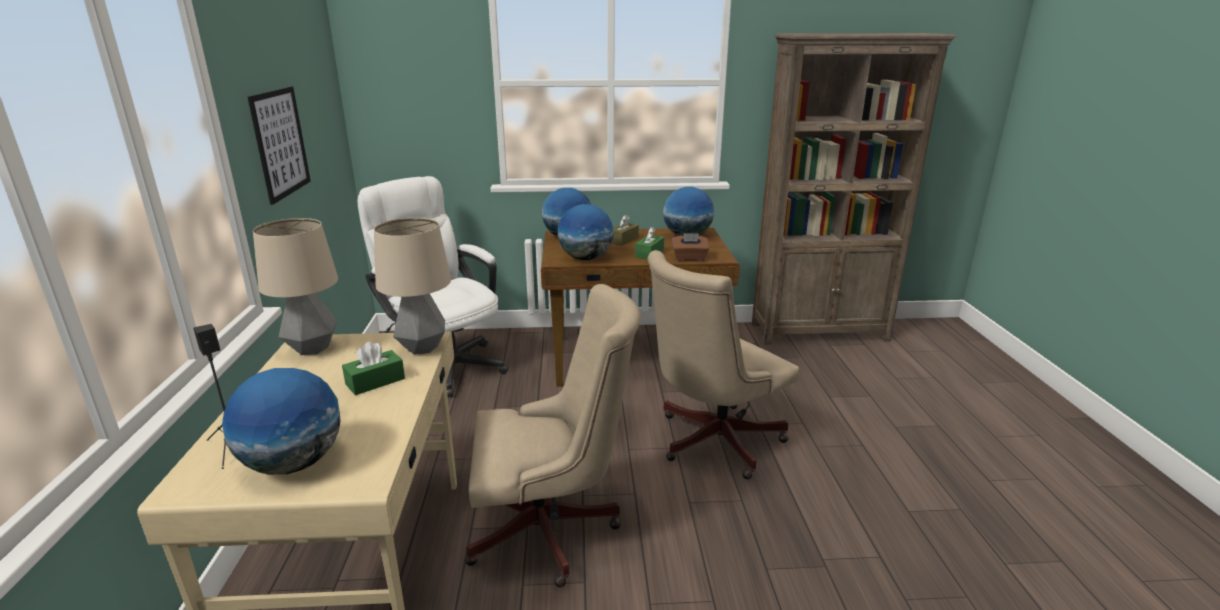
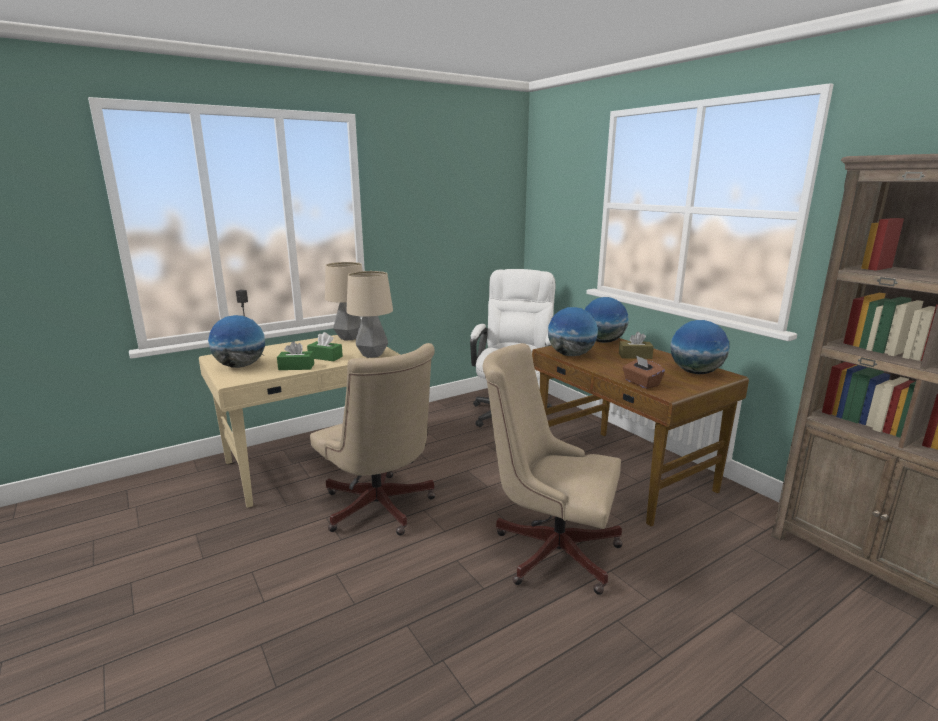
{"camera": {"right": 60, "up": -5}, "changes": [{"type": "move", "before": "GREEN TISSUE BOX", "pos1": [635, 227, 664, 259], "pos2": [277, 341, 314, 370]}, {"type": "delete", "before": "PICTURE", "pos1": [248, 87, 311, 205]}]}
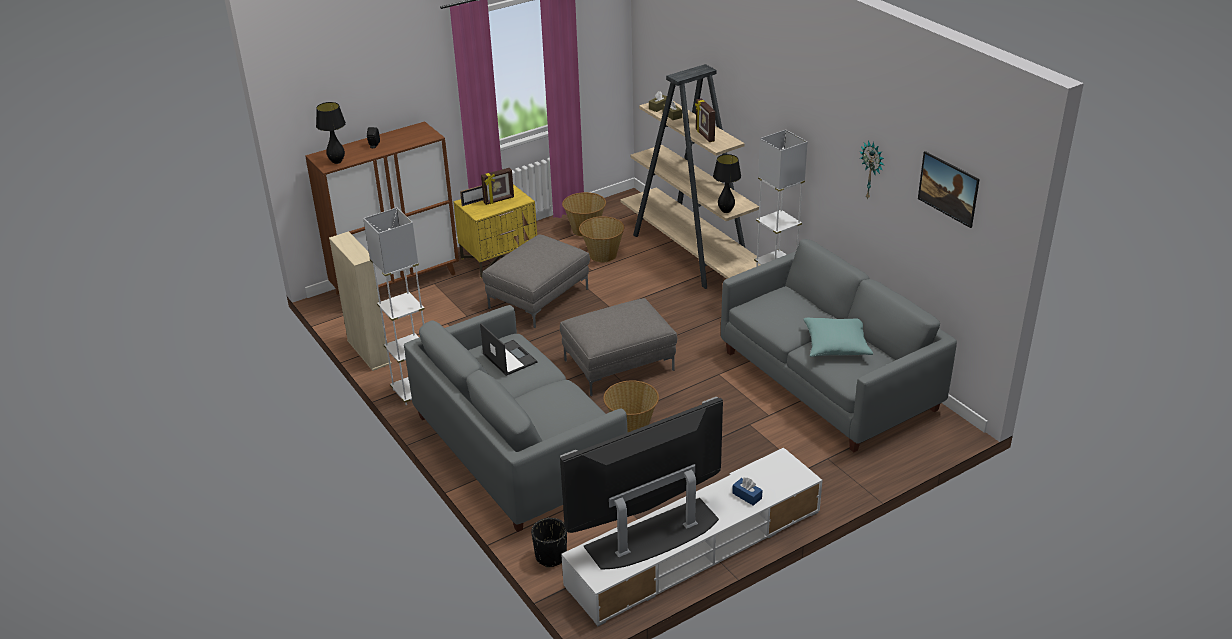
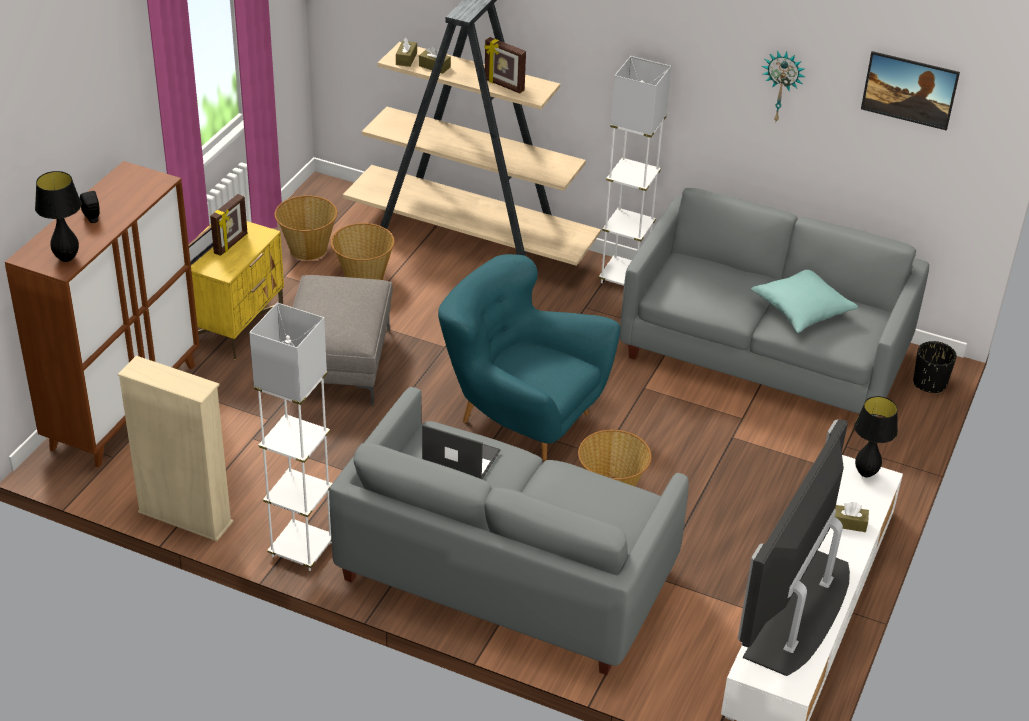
{"camera": {"right": -35, "up": 5}, "changes": [{"type": "replace", "before": "GREY OTTOMAN", "after": "TURQUOISE ARMCHAIR", "pos1": [560, 298, 677, 396], "pos2": [438, 254, 620, 461]}, {"type": "recolor", "before": "BLUE TISSUE BOX", "after": "BROWN TISSUE BOX", "pos1": [732, 478, 763, 506], "pos2": [835, 502, 869, 532]}, {"type": "move", "before": "BLACK TABLE LAMP", "pos1": [713, 154, 741, 213], "pos2": [854, 396, 898, 478]}, {"type": "move", "before": "BLACK PLANTER", "pos1": [531, 518, 567, 568], "pos2": [913, 341, 957, 394]}]}
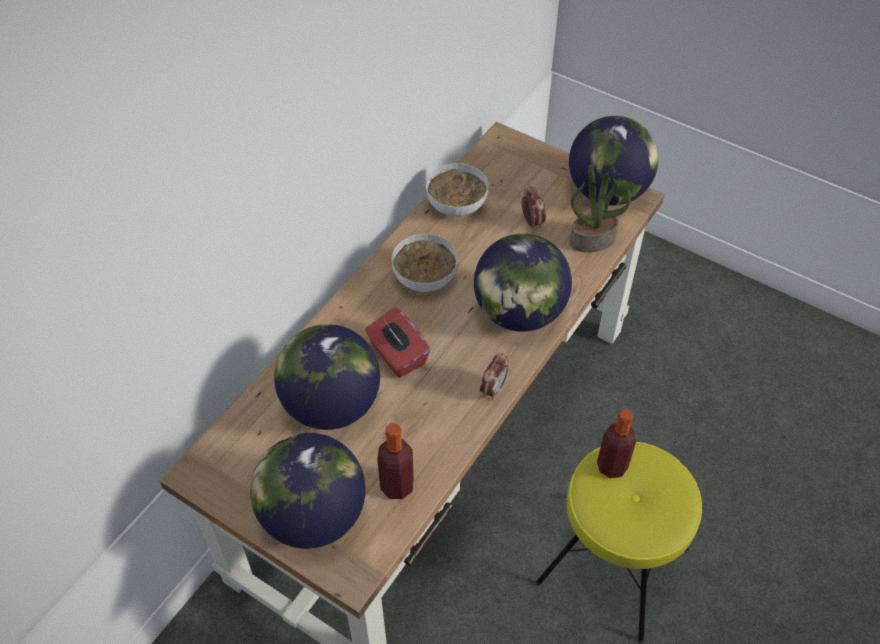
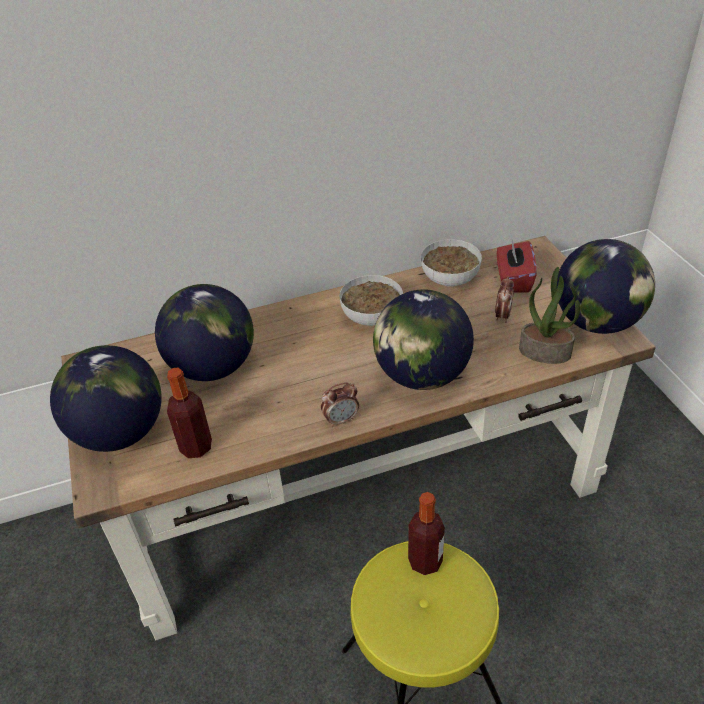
{"camera": {"right": 40, "up": -10}, "changes": [{"type": "move", "before": "RED TISSUE BOX", "pos1": [365, 307, 430, 378], "pos2": [497, 240, 537, 293]}]}
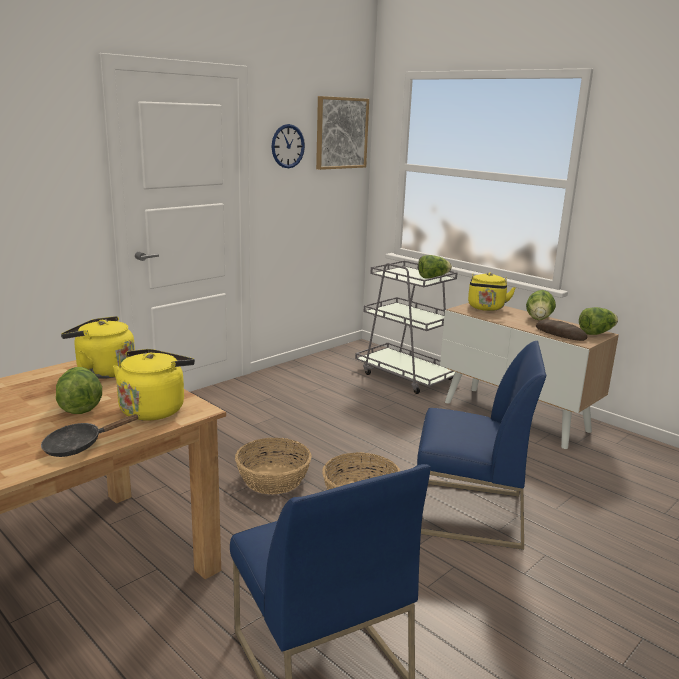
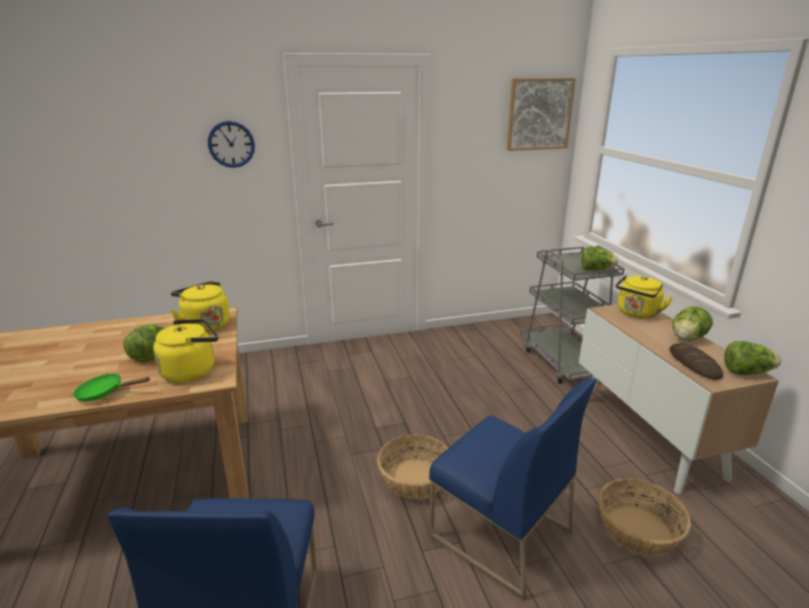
{"camera": {"right": 30, "up": 5}, "changes": [{"type": "recolor", "before": "BLACK FRYING PAN", "after": "GREEN FRYING PAN", "pos1": [41, 414, 138, 457], "pos2": [73, 374, 151, 401]}, {"type": "move", "before": "WALL CLOCK", "pos1": [271, 124, 305, 168], "pos2": [208, 121, 255, 168]}, {"type": "move", "before": "BASKET", "pos1": [235, 438, 312, 495], "pos2": [598, 478, 691, 557]}]}
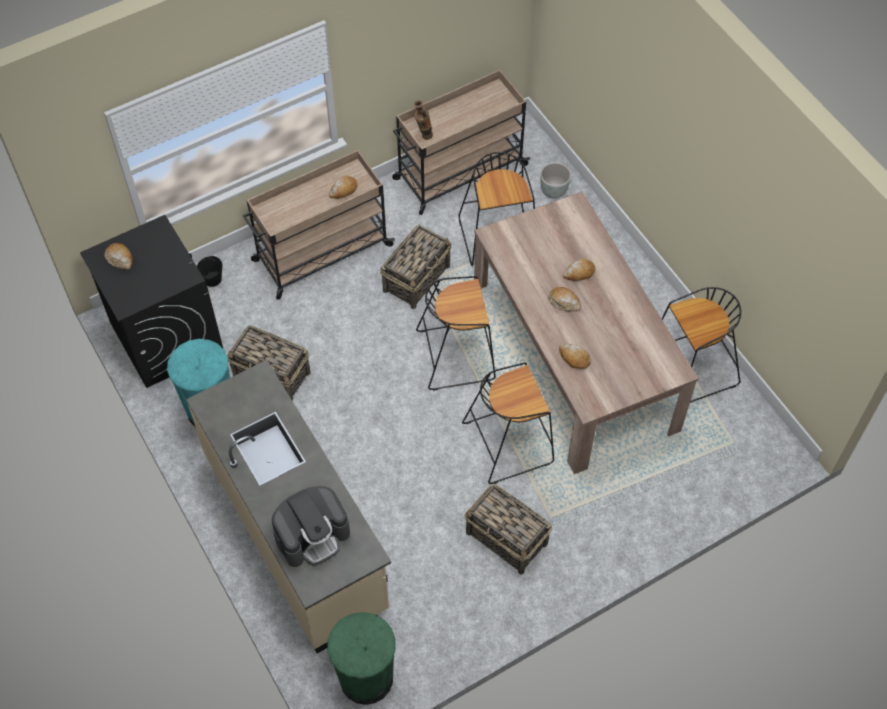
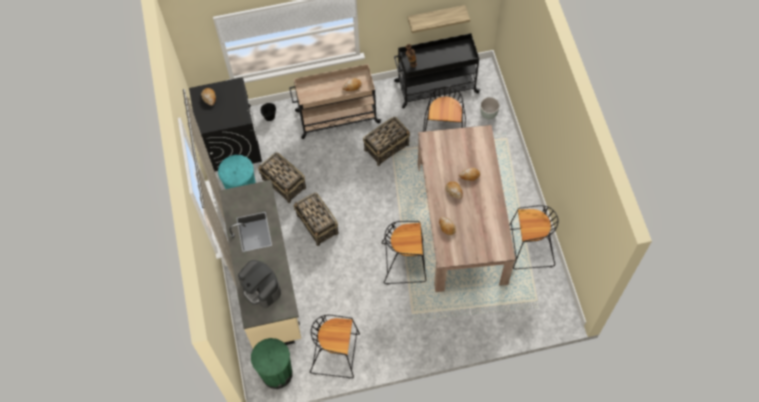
{"camera": {"right": 20, "up": 5}, "changes": [{"type": "rotate", "before": "COFFEE MACHINE", "pos1": [272, 486, 350, 567], "pos2": [238, 260, 281, 308], "turn": 60}, {"type": "move", "before": "BASKET", "pos1": [464, 484, 552, 575], "pos2": [293, 192, 338, 246]}, {"type": "move", "before": "BLACK STOOL", "pos1": [416, 276, 496, 391], "pos2": [310, 315, 360, 379]}, {"type": "recolor", "before": "BEIGE CART", "after": "BLACK CART", "pos1": [392, 70, 530, 215], "pos2": [394, 33, 481, 109]}, {"type": "insert", "after": "SHELF", "pos2": [407, 5, 470, 33]}]}
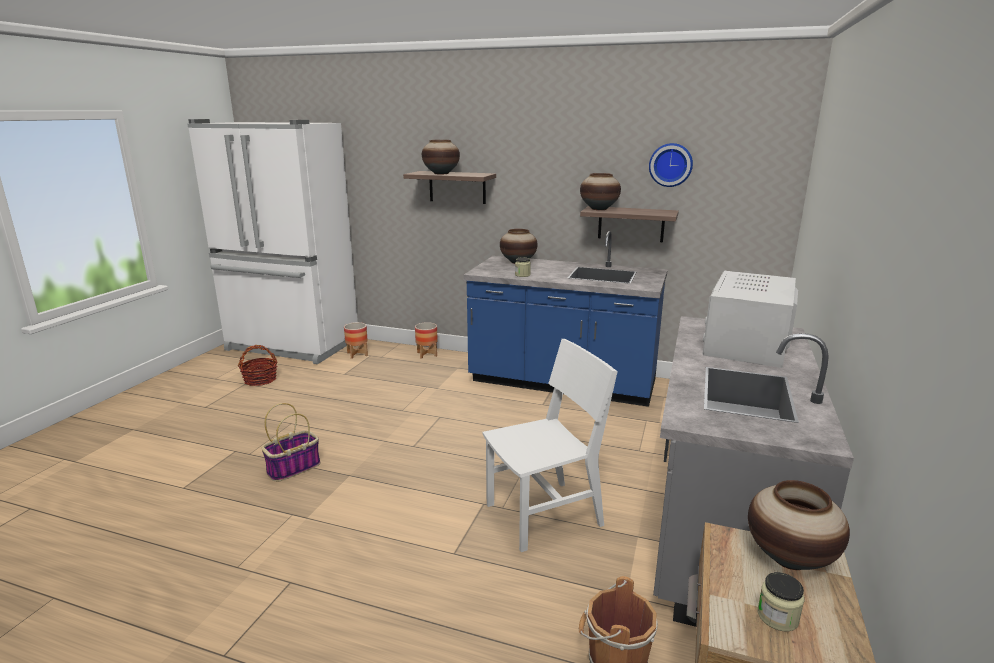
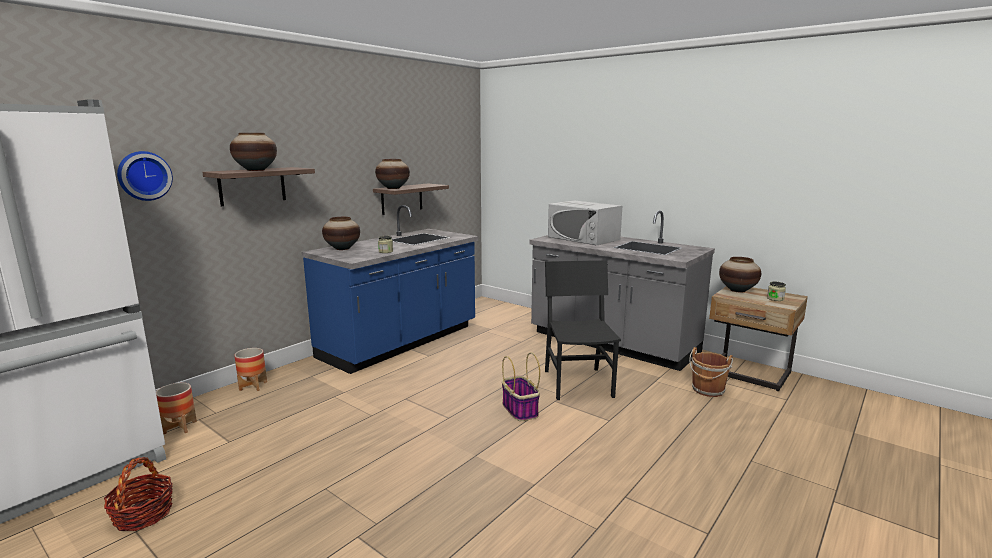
{"camera": {"right": -70, "up": -5}, "changes": [{"type": "move", "before": "WALL CLOCK", "pos1": [649, 143, 693, 187], "pos2": [117, 151, 173, 201]}, {"type": "move", "before": "BASKET", "pos1": [262, 403, 320, 482], "pos2": [502, 352, 540, 421]}, {"type": "recolor", "before": "WHITE CHAIR", "after": "BLACK CHAIR", "pos1": [482, 339, 618, 552], "pos2": [545, 260, 621, 400]}]}
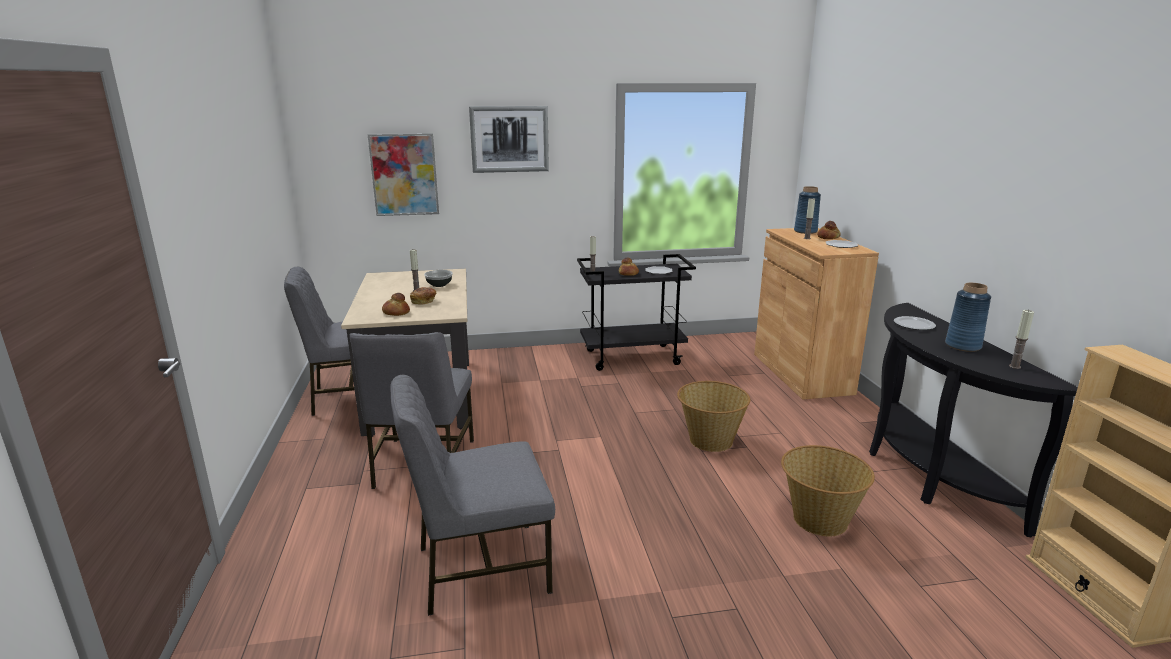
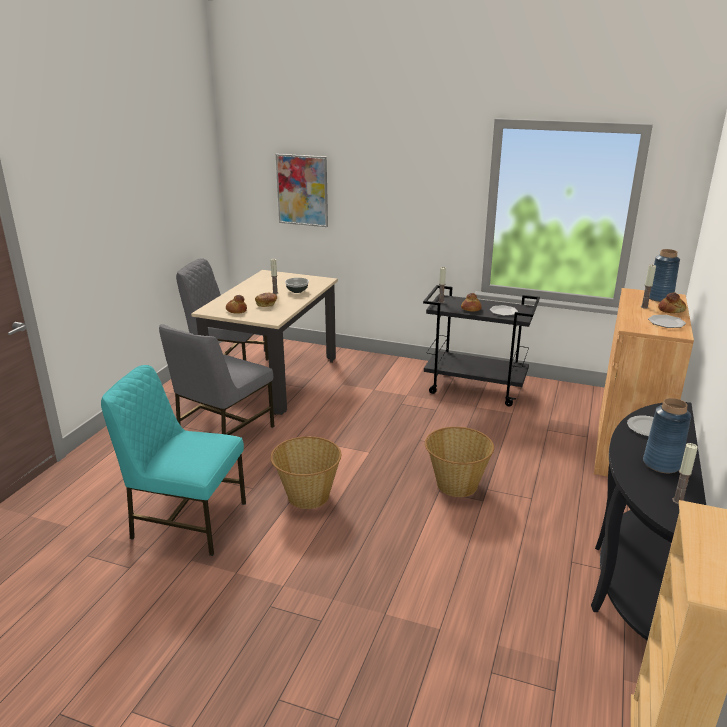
{"camera": {"right": 30, "up": 5}, "changes": [{"type": "recolor", "before": "GREY CHAIR", "after": "TURQUOISE CHAIR", "pos1": [390, 375, 555, 616], "pos2": [101, 365, 246, 556]}, {"type": "move", "before": "BASKET", "pos1": [781, 445, 875, 536], "pos2": [270, 436, 341, 509]}, {"type": "delete", "before": "PICTURE", "pos1": [469, 106, 549, 173]}]}
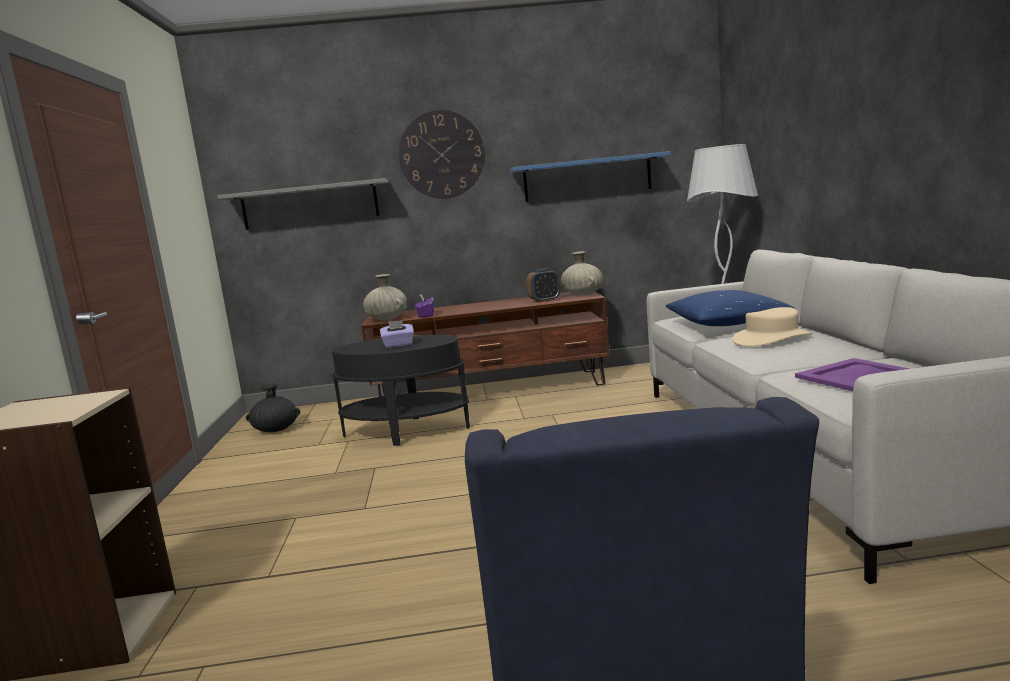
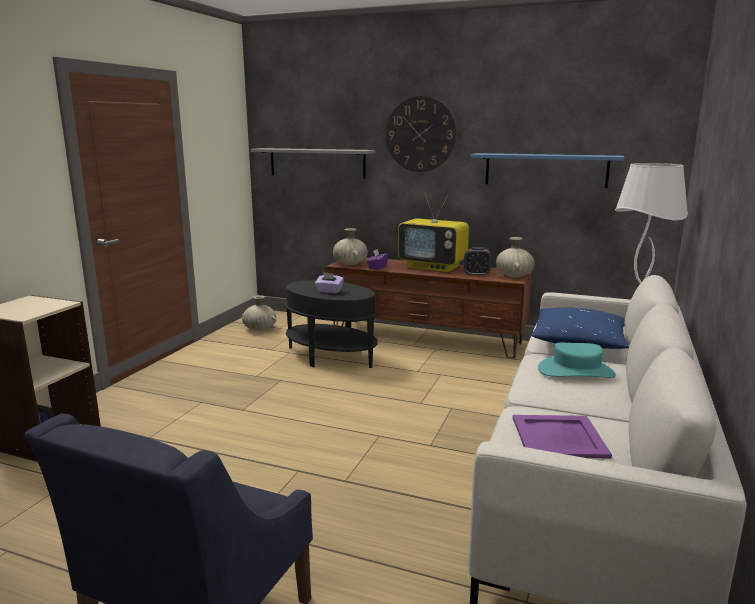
{"camera": {"right": 25, "up": 5}, "changes": [{"type": "recolor", "before": "BLACK VASE", "after": "BEIGE VASE", "pos1": [246, 384, 300, 432], "pos2": [242, 295, 276, 331]}, {"type": "insert", "after": "TELEVISION", "pos2": [398, 194, 469, 272]}, {"type": "recolor", "before": "BEIGE HAT", "after": "TURQUOISE HAT", "pos1": [732, 307, 813, 346], "pos2": [538, 343, 616, 378]}]}
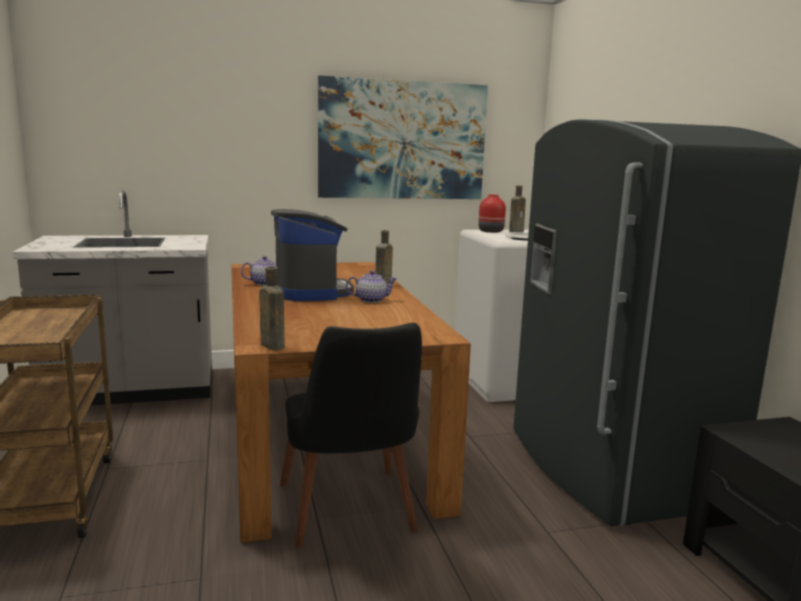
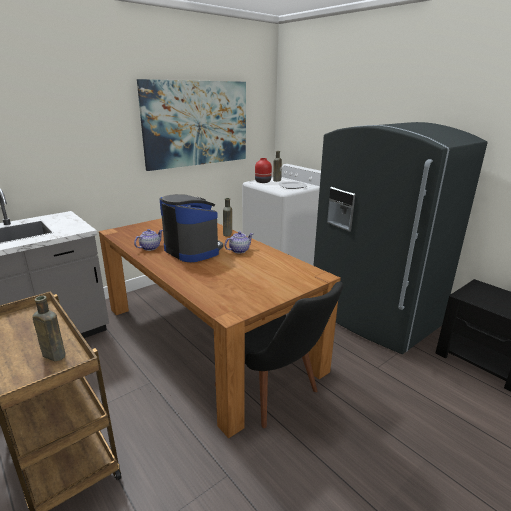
{"camera": {"right": -25, "up": 10}, "changes": [{"type": "move", "before": "BROWN BOTTLE", "pos1": [259, 266, 285, 350], "pos2": [32, 296, 65, 361]}]}
